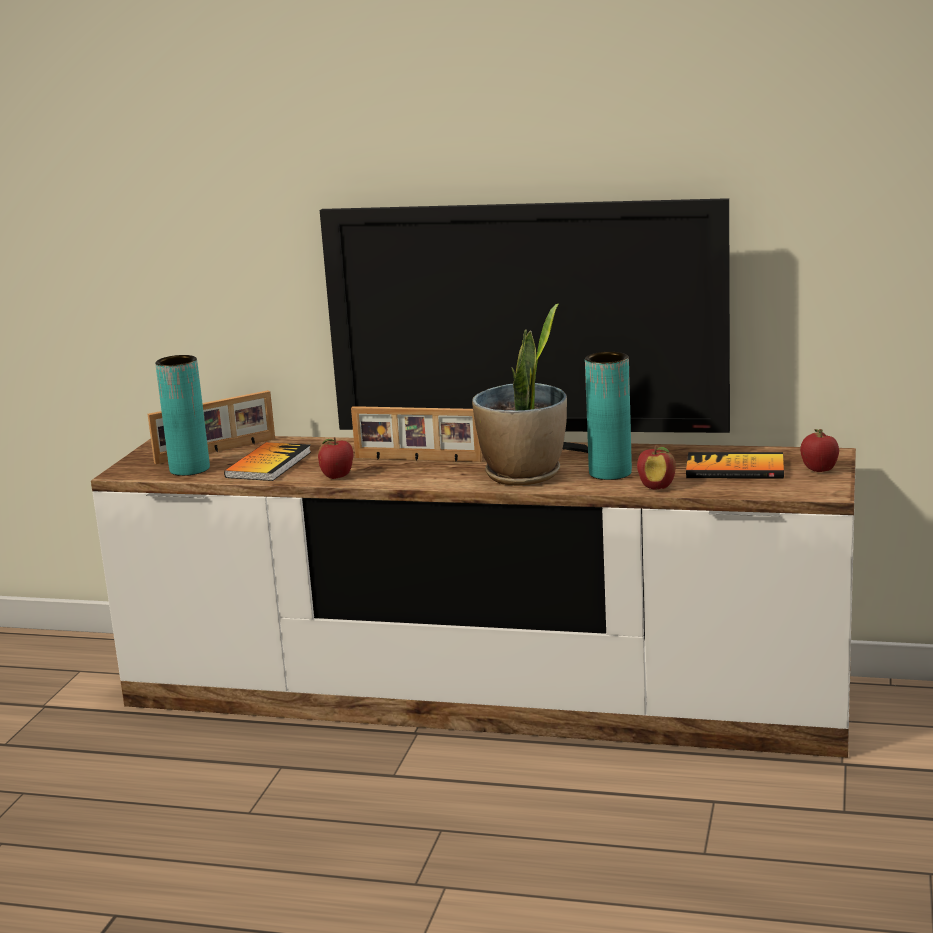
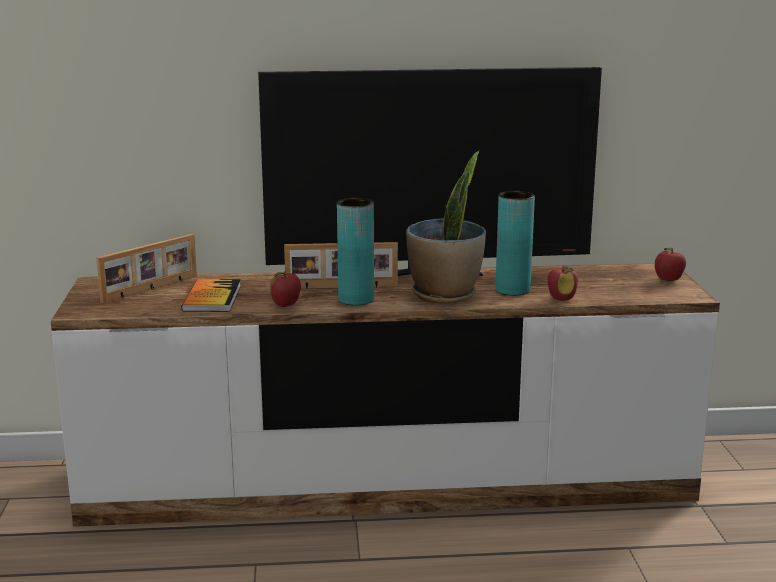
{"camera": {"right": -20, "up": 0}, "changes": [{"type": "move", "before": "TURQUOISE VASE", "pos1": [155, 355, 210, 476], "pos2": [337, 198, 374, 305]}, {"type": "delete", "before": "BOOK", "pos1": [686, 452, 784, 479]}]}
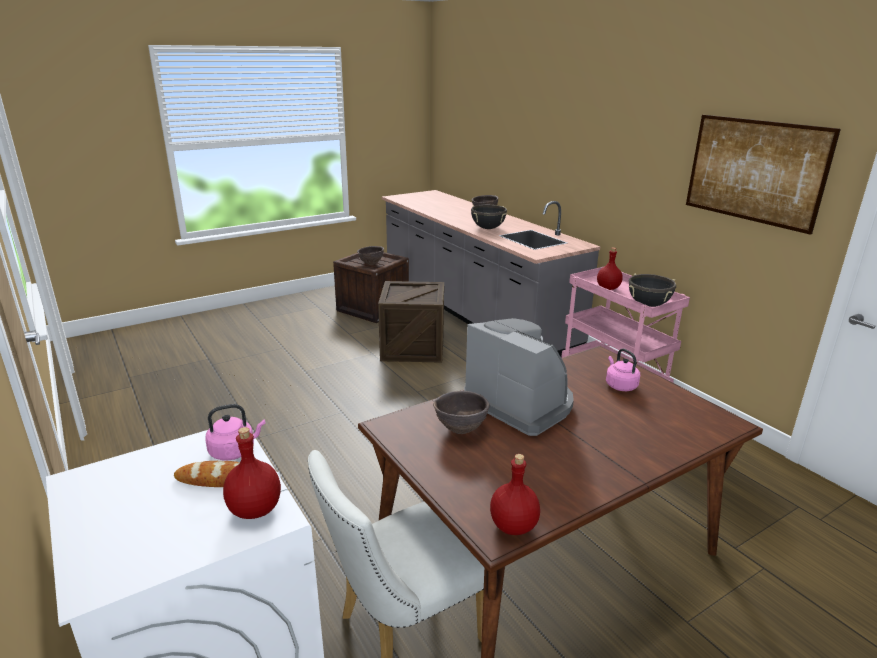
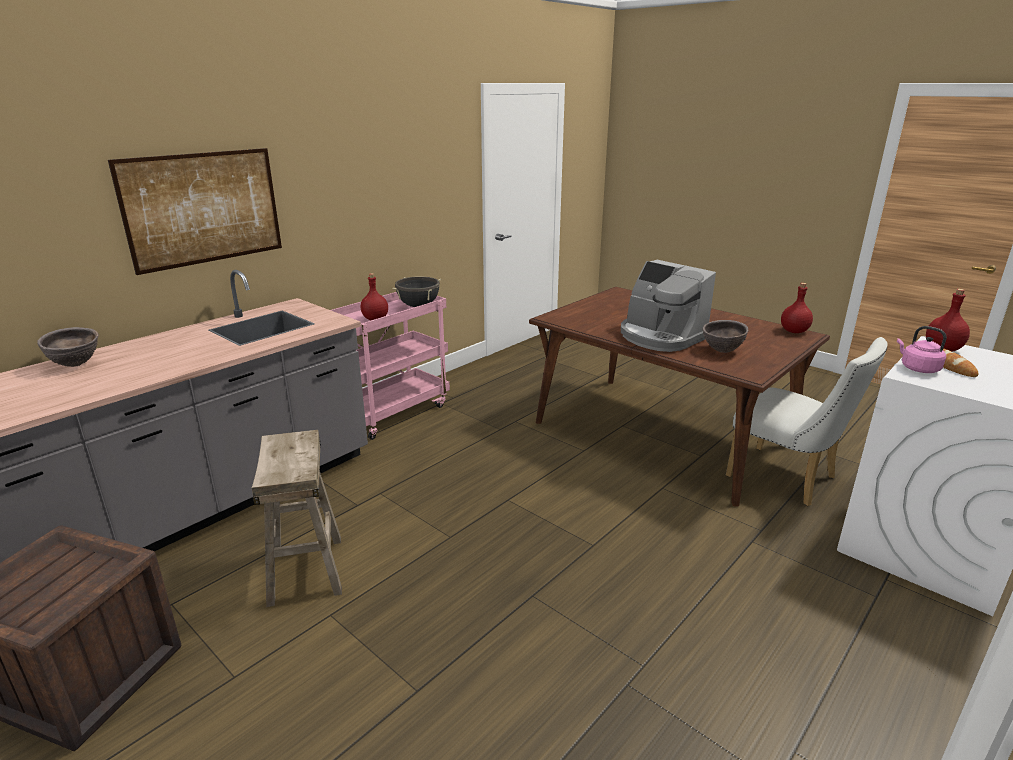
{"camera": {"right": -105, "up": 0}, "changes": [{"type": "move", "before": "PICTURE", "pos1": [686, 115, 841, 235], "pos2": [108, 148, 282, 275]}, {"type": "replace", "before": "CRATE", "after": "BEIGE STOOL", "pos1": [378, 281, 444, 363], "pos2": [252, 430, 342, 607]}, {"type": "rotate", "before": "COFFEE MACHINE", "pos1": [464, 318, 574, 436], "pos2": [621, 260, 716, 352], "turn": -75}, {"type": "delete", "before": "BROWN BOWL", "pos1": [357, 246, 384, 265]}, {"type": "delete", "before": "BLACK COOKING POT", "pos1": [471, 205, 507, 229]}, {"type": "delete", "before": "PINK KETTLE", "pos1": [606, 348, 640, 391]}]}
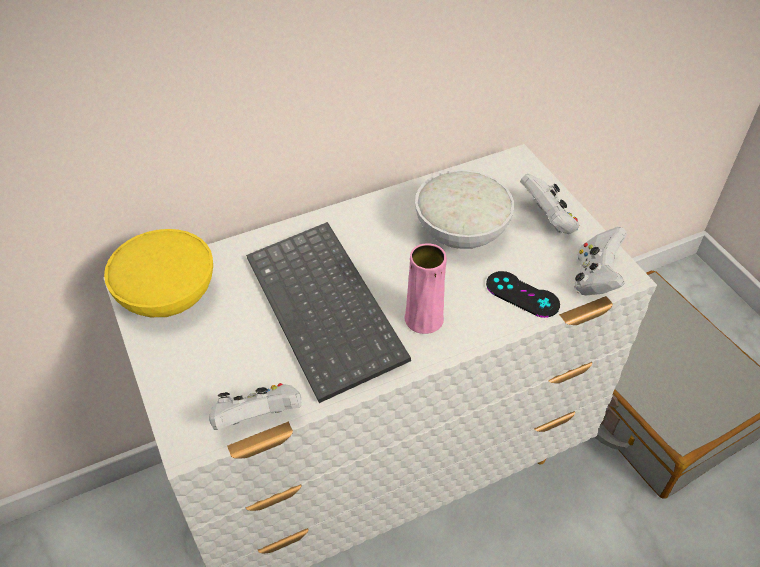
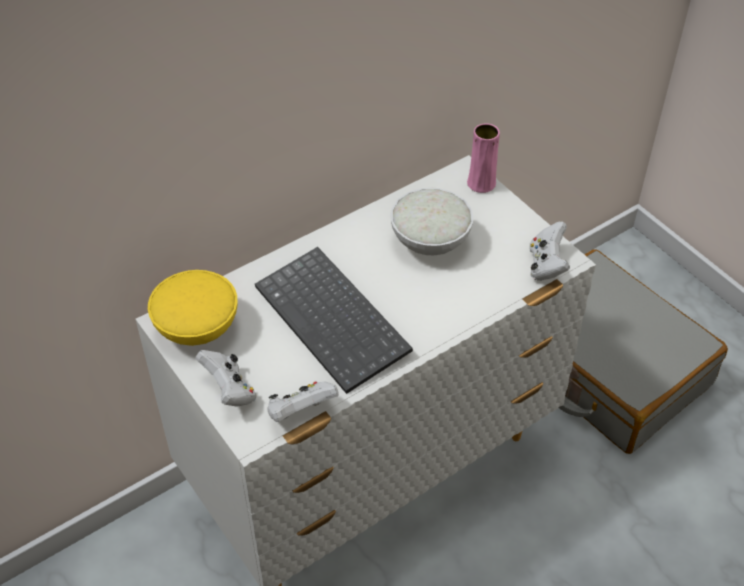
{"camera": {"right": -10, "up": 0}, "changes": [{"type": "move", "before": "WHITE GAME CONTROLLER", "pos1": [520, 174, 579, 234], "pos2": [195, 350, 256, 407]}, {"type": "move", "before": "PINK VASE", "pos1": [404, 243, 447, 334], "pos2": [467, 123, 500, 193]}, {"type": "delete", "before": "BLACK GAME CONTROLLER", "pos1": [486, 271, 560, 318]}]}
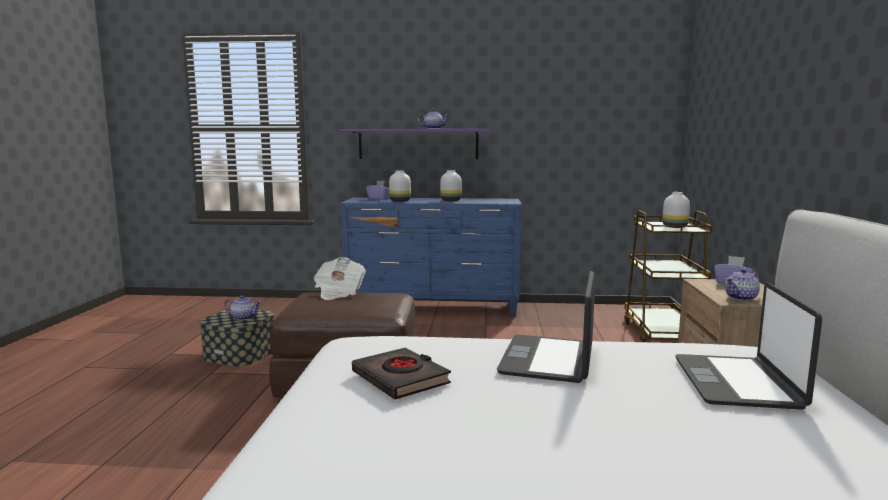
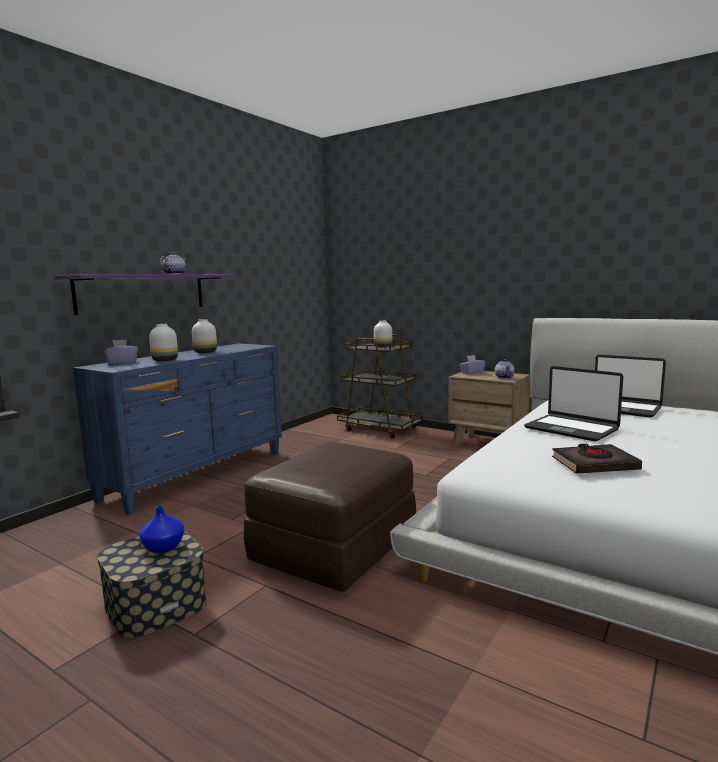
{"camera": {"right": -60, "up": 0}, "changes": [{"type": "replace", "before": "TEAPOT", "after": "BLUE VASE", "pos1": [224, 295, 261, 320], "pos2": [139, 505, 184, 554]}, {"type": "delete", "before": "NEWSPAPER", "pos1": [314, 257, 366, 300]}]}
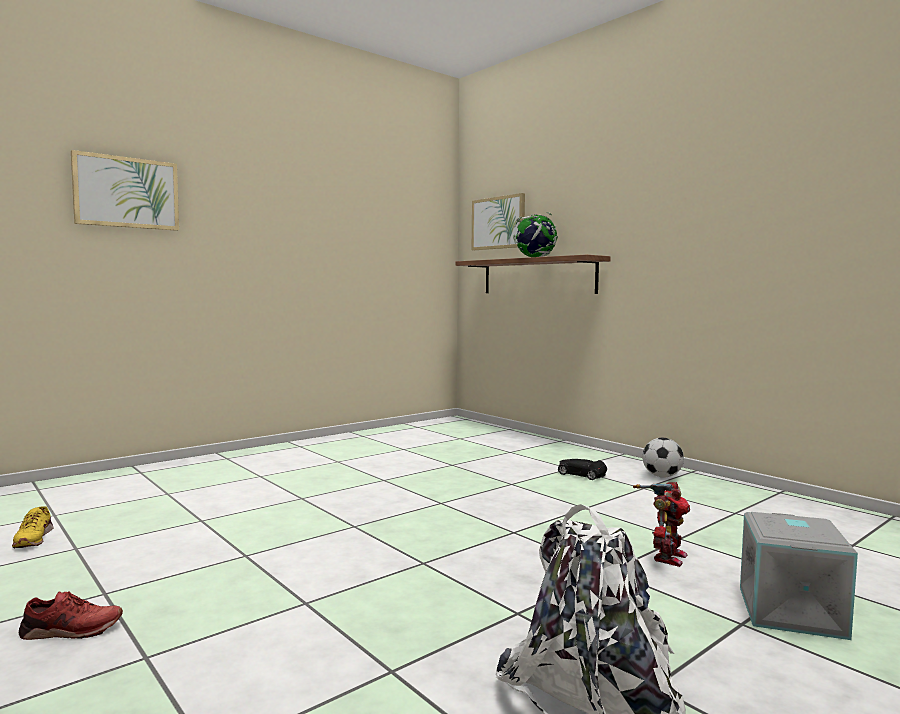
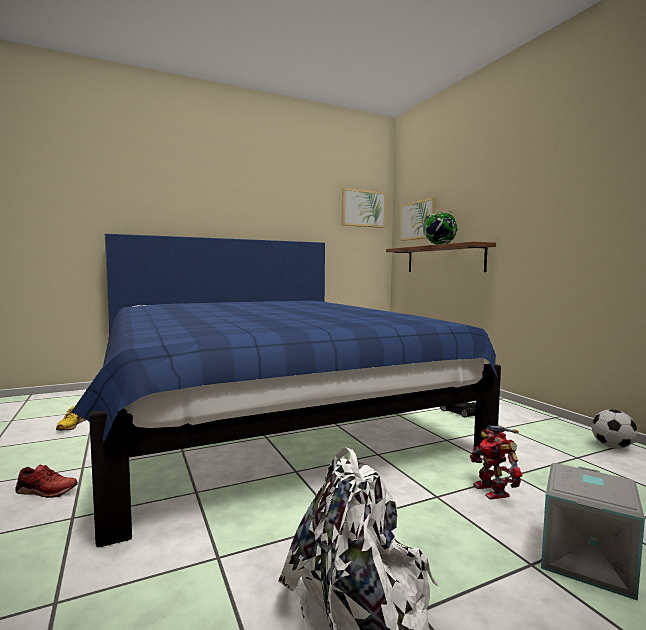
{"camera": {"right": 15, "up": 0}, "changes": [{"type": "insert", "after": "BLUE BED", "pos2": [71, 234, 501, 548]}, {"type": "move", "before": "PICTURE", "pos1": [71, 150, 179, 231], "pos2": [342, 188, 386, 228]}, {"type": "rotate", "before": "TOY ROBOT", "pos1": [633, 482, 690, 567], "pos2": [470, 425, 523, 499], "turn": 120}, {"type": "move", "before": "FOOTBALL", "pos1": [642, 438, 684, 477], "pos2": [592, 409, 637, 449]}]}
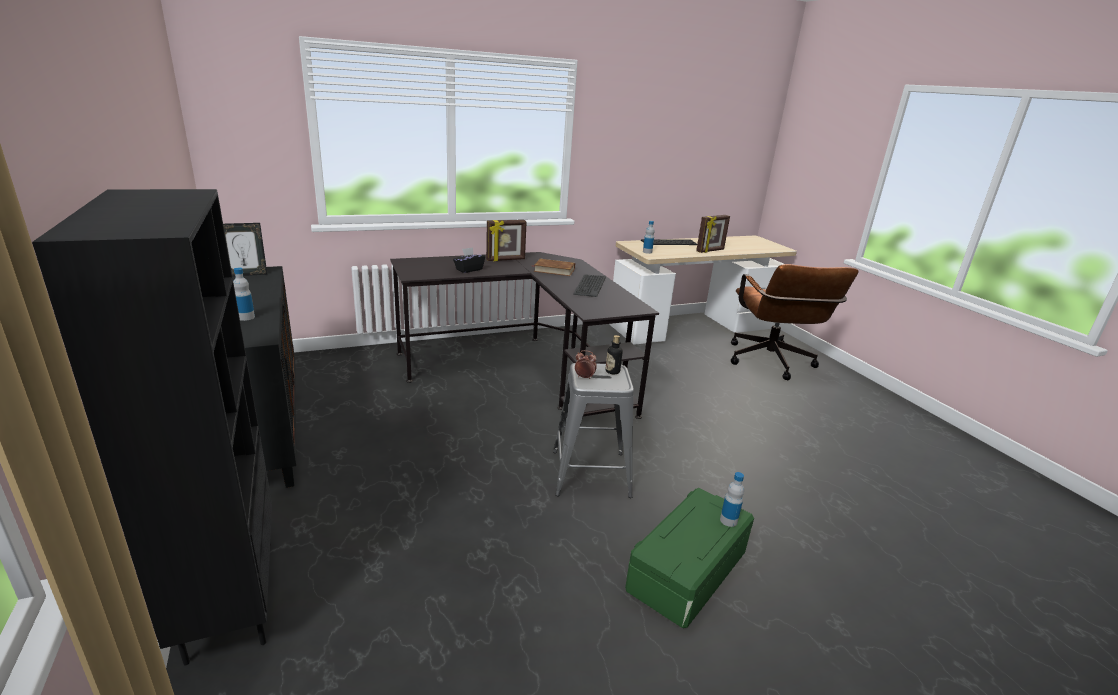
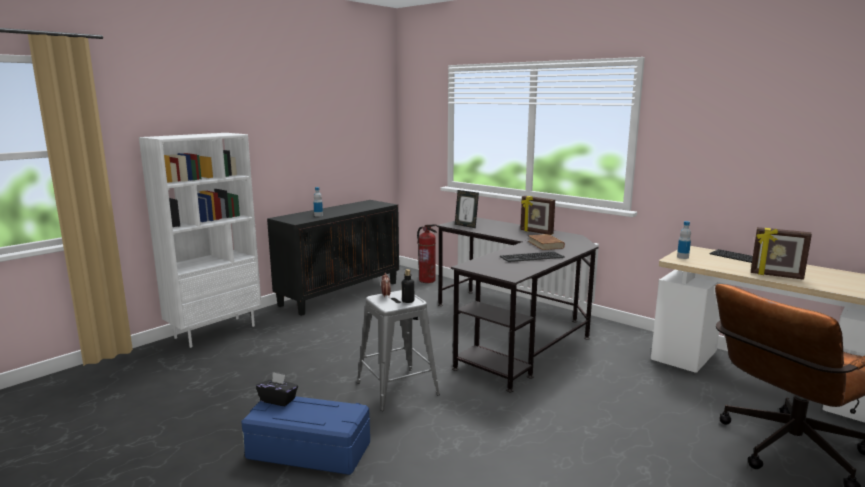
{"camera": {"right": 65, "up": -10}, "changes": [{"type": "recolor", "before": "BLACK BOOKCASE", "after": "WHITE BOOKCASE", "pos1": [32, 189, 272, 665], "pos2": [139, 133, 262, 348]}, {"type": "recolor", "before": "GREEN STORAGE BOX", "after": "BLUE STORAGE BOX", "pos1": [625, 488, 754, 628], "pos2": [241, 396, 370, 475]}, {"type": "move", "before": "BLACK TISSUE BOX", "pos1": [453, 247, 485, 273], "pos2": [256, 372, 298, 406]}, {"type": "insert", "after": "FIRE EXTINGUISHER", "pos2": [417, 224, 437, 283]}, {"type": "move", "before": "PICTURE FRAME", "pos1": [223, 223, 267, 277], "pos2": [455, 190, 479, 228]}, {"type": "delete", "before": "BOTTLE", "pos1": [720, 472, 744, 527]}]}
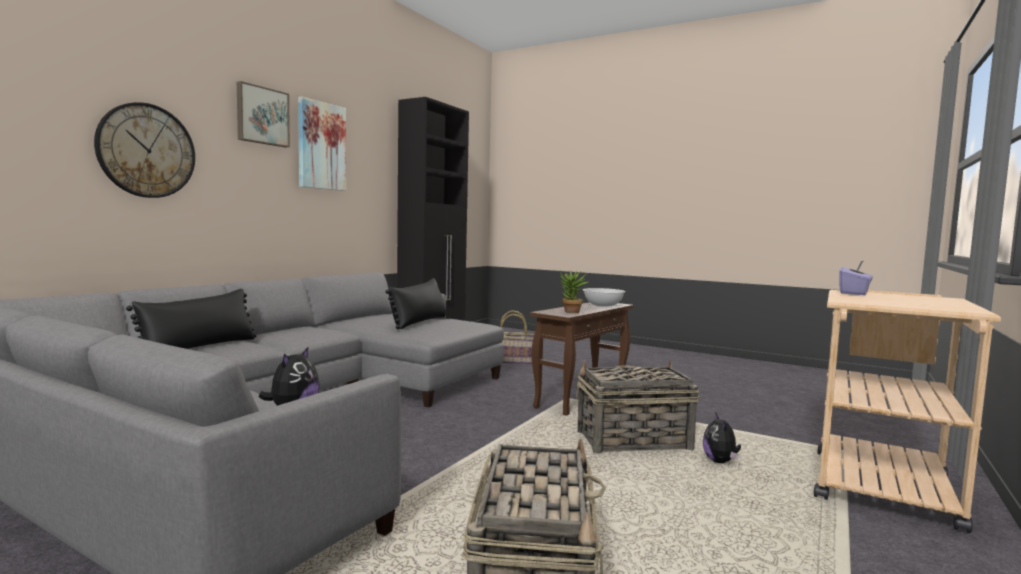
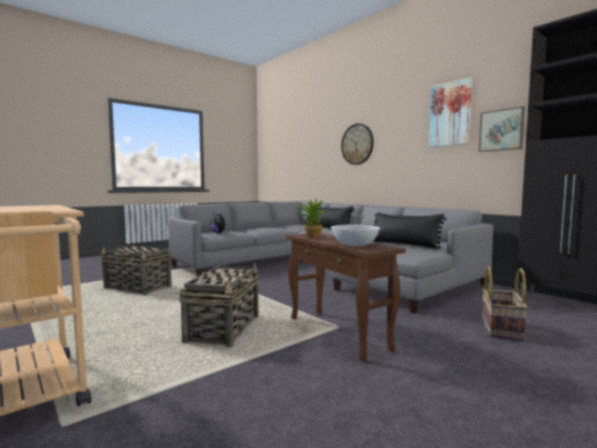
{"camera": {"right": 110, "up": 0}, "changes": [{"type": "move", "before": "PICTURE", "pos1": [237, 81, 290, 148], "pos2": [479, 107, 525, 152]}, {"type": "delete", "before": "PLUSH TOY", "pos1": [703, 412, 741, 463]}, {"type": "delete", "before": "PURPLE TISSUE BOX", "pos1": [839, 261, 873, 295]}]}
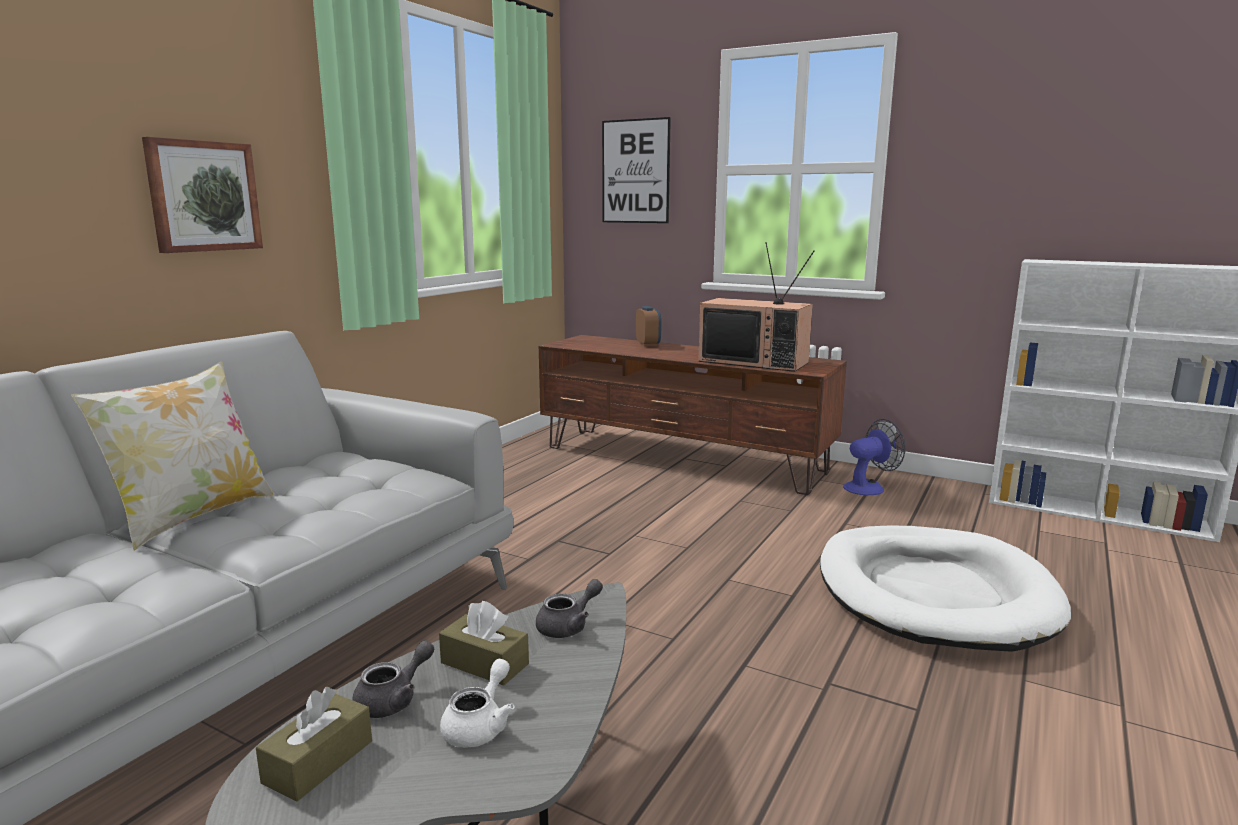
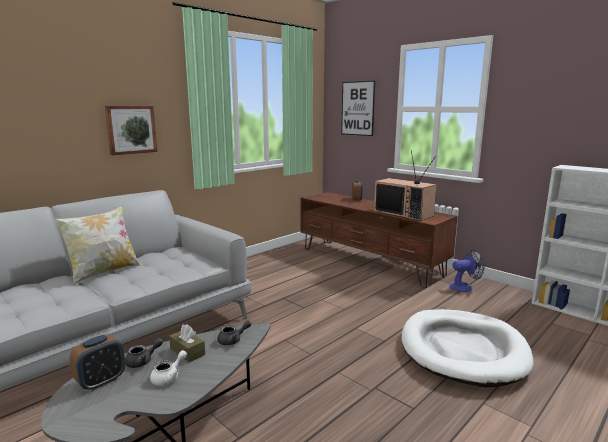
{"camera": {"right": 15, "up": 0}, "changes": [{"type": "replace", "before": "BROWN TISSUE BOX", "after": "ALARM CLOCK", "pos1": [256, 687, 372, 802], "pos2": [70, 334, 126, 391]}]}
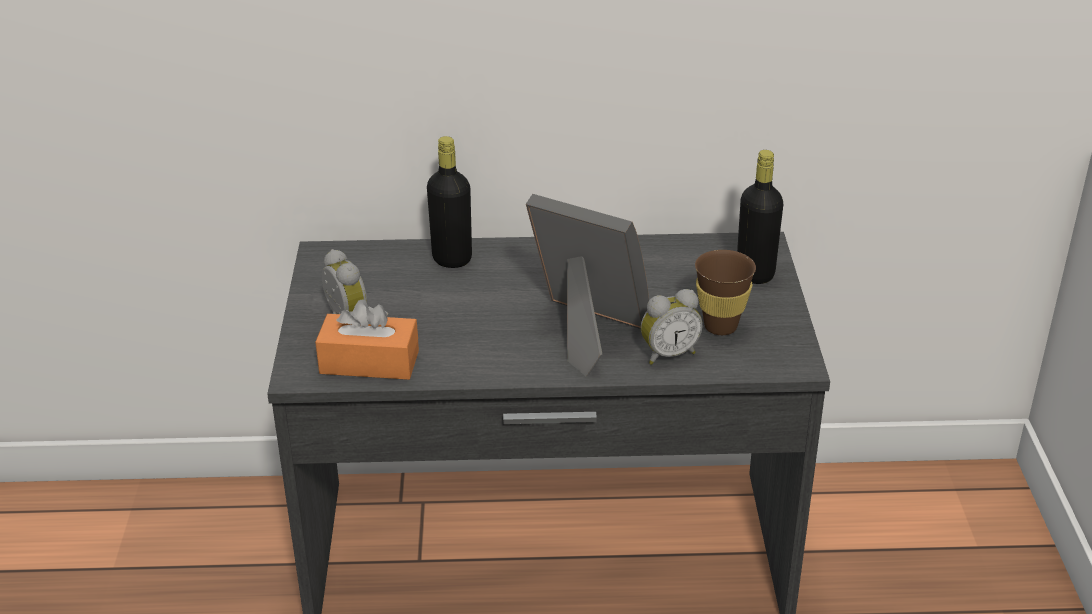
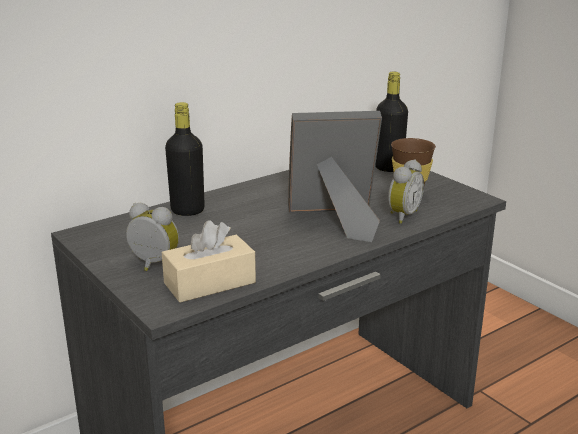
{"camera": {"right": -35, "up": -10}, "changes": [{"type": "recolor", "before": "ORANGE TISSUE BOX", "after": "BEIGE TISSUE BOX", "pos1": [315, 299, 419, 380], "pos2": [162, 220, 256, 302]}]}
